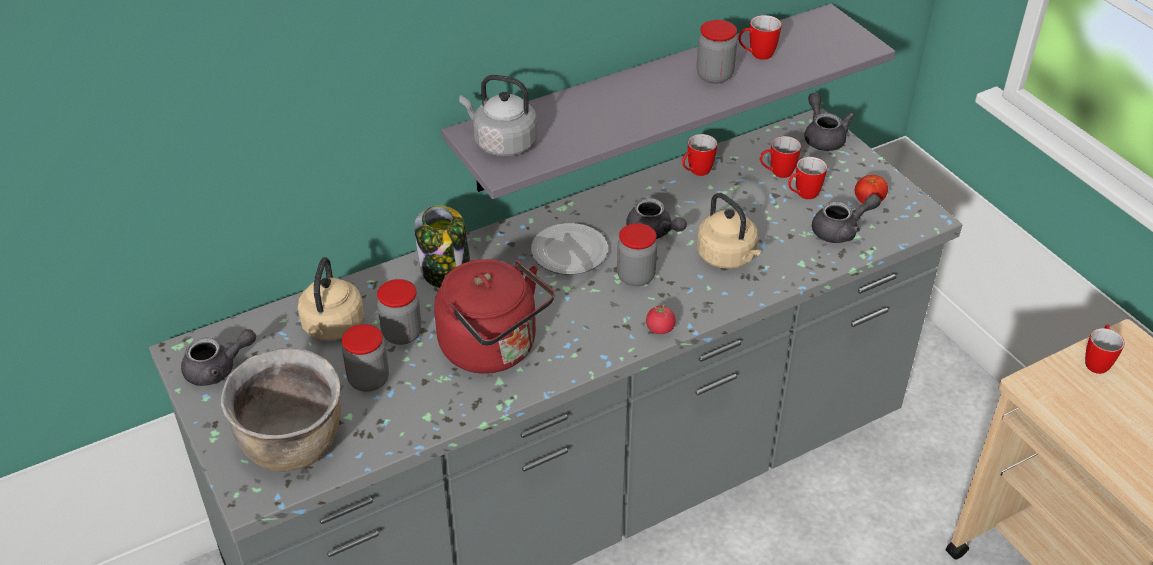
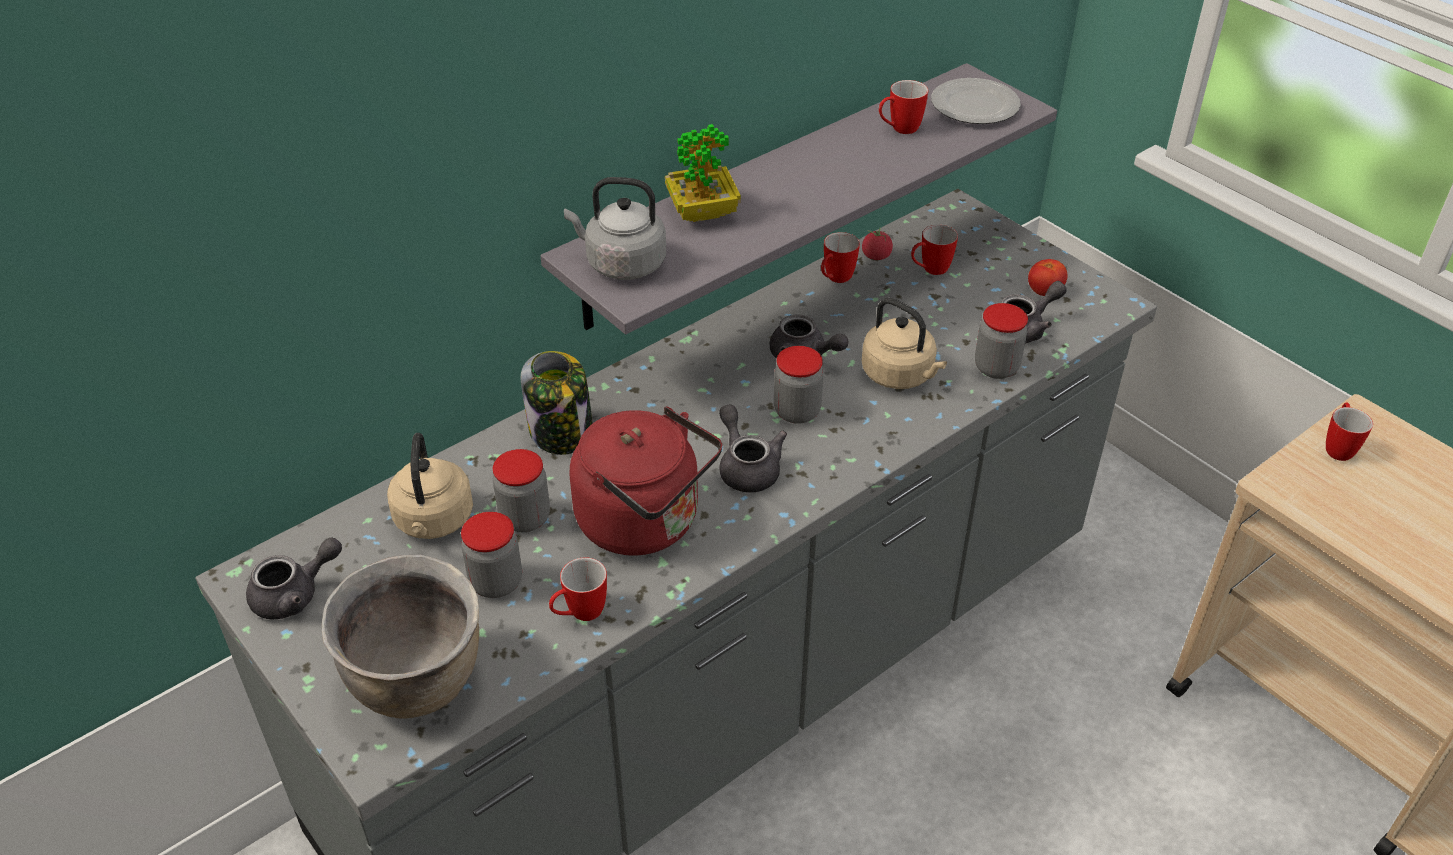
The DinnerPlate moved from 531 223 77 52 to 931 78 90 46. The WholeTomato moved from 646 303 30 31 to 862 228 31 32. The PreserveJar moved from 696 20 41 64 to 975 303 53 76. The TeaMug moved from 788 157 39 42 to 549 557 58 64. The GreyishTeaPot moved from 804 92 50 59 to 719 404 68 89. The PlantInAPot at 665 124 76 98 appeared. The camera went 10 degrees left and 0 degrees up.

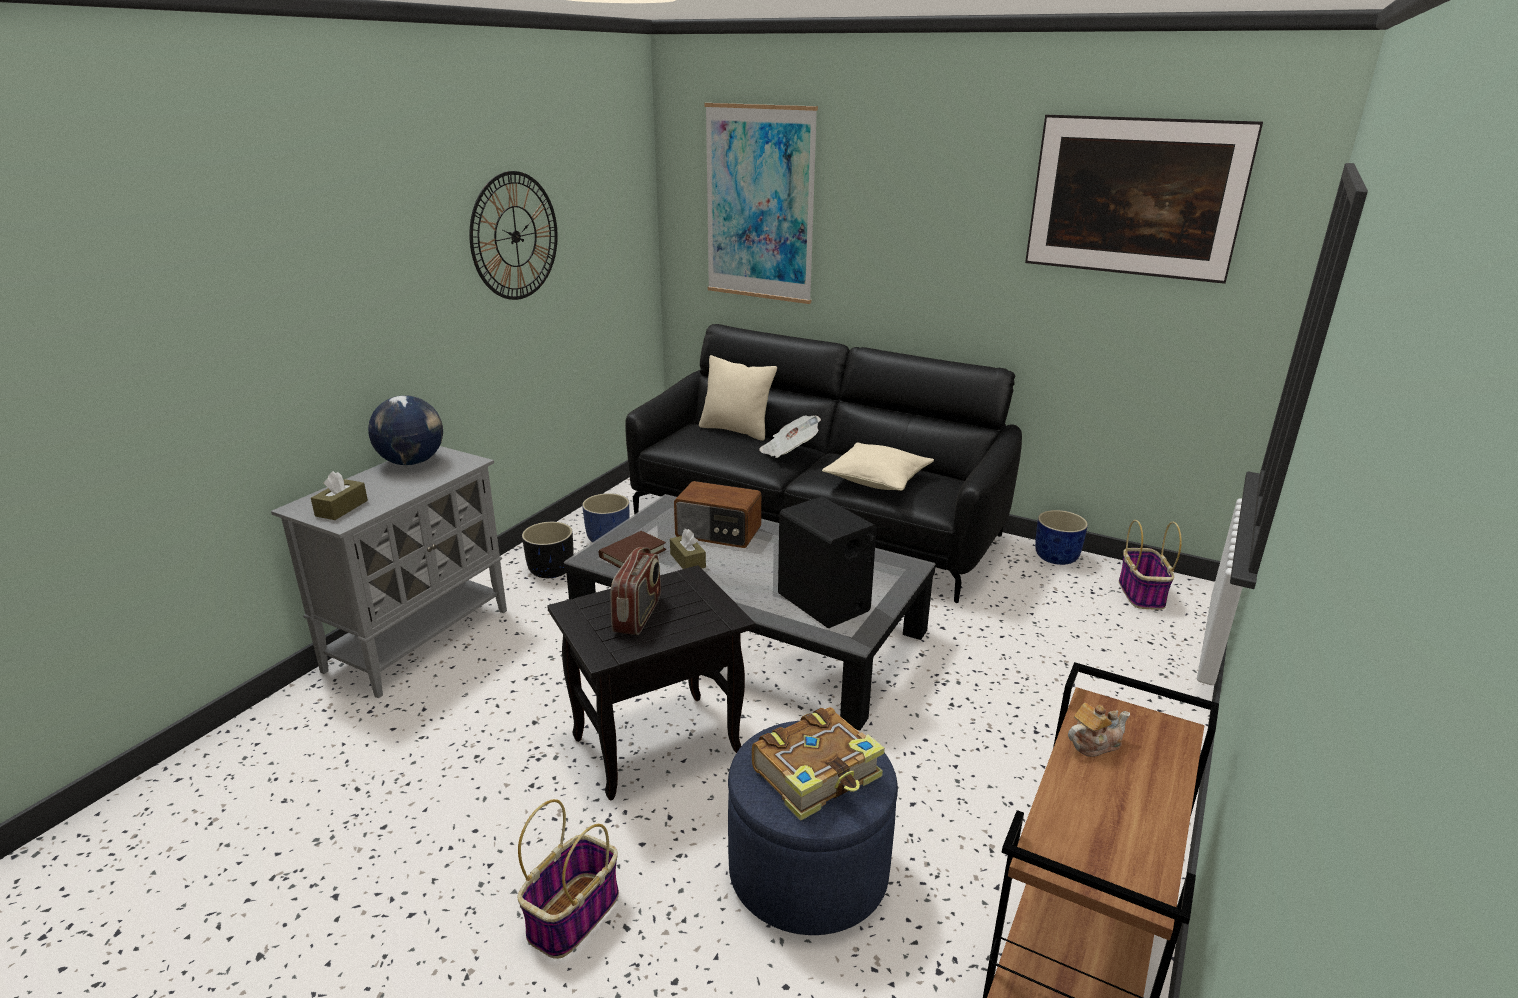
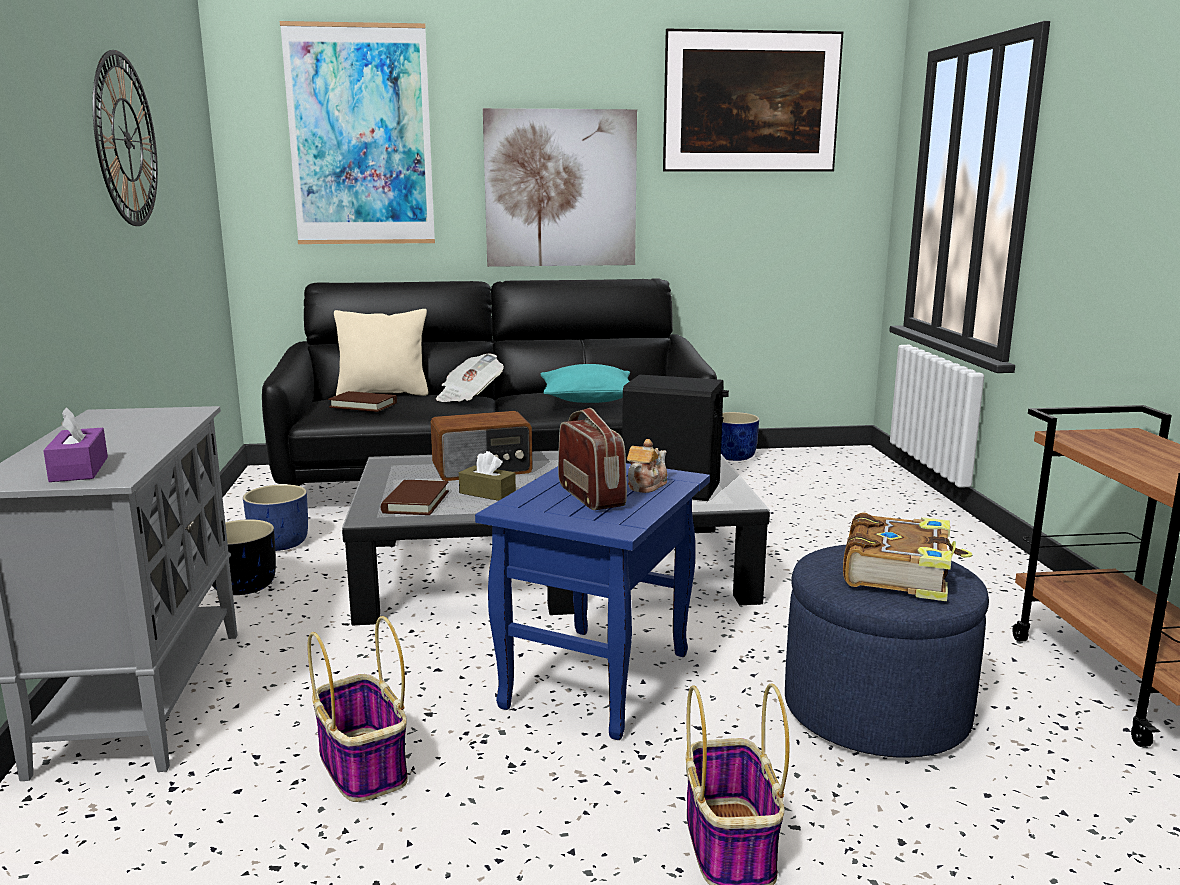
The BrownTissueHolder at 311 471 57 49 became the PurpleTissueHolder at 43 407 65 75. The DeskGlobe at 368 395 75 71 disappeared. The BlackColouredAccentTable at 547 565 208 235 became the BlueAccentTable at 475 463 235 277. The SandColouredThrowPillow at 822 442 112 49 became the TurquoiseThrowPillow at 541 364 89 39. The TeaPot moved from 1068 703 62 54 to 627 439 41 54. The Basket moved from 1119 520 63 90 to 308 616 100 186. The BrownBoundBook at 328 391 69 21 appeared. The Picture at 483 108 154 159 appeared. The camera went 35 degrees left and 10 degrees down.

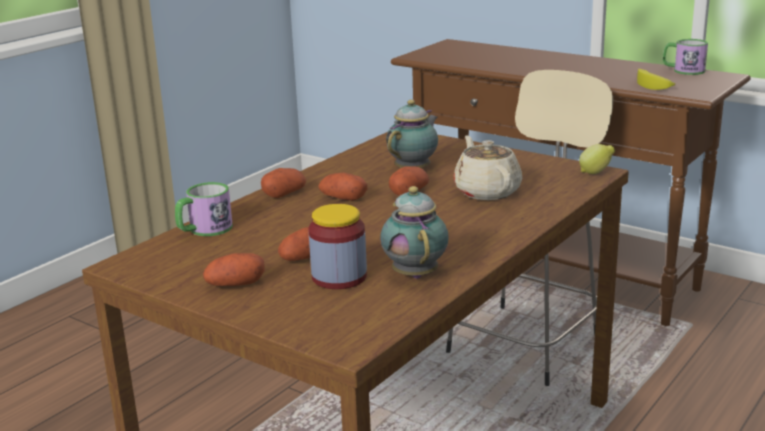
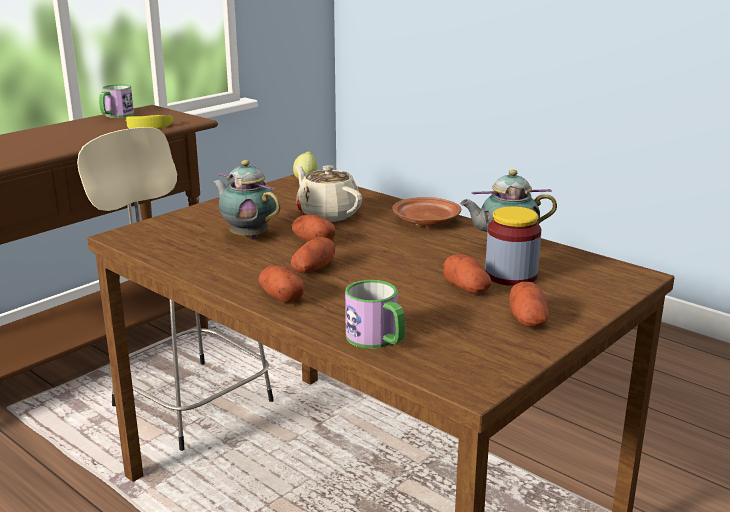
The SandColouredTeaPot at 453 135 69 65 turned 60 degrees clockwise. The BrownDinnerPlate at 393 197 68 30 appeared. The camera went 85 degrees left and 0 degrees up.

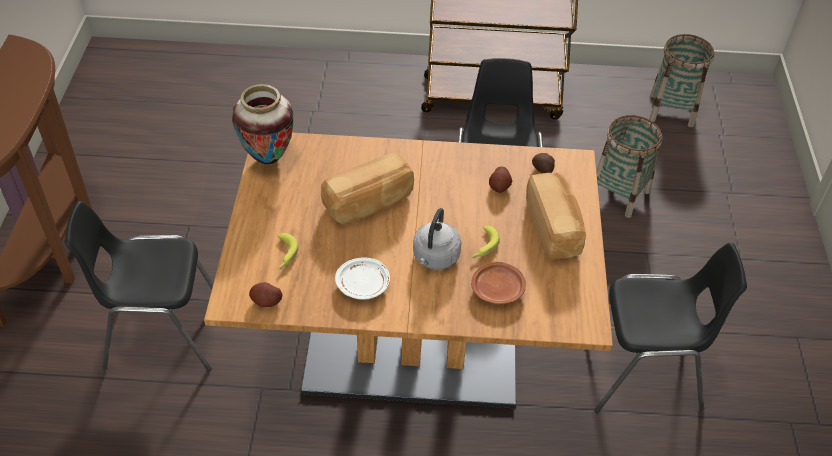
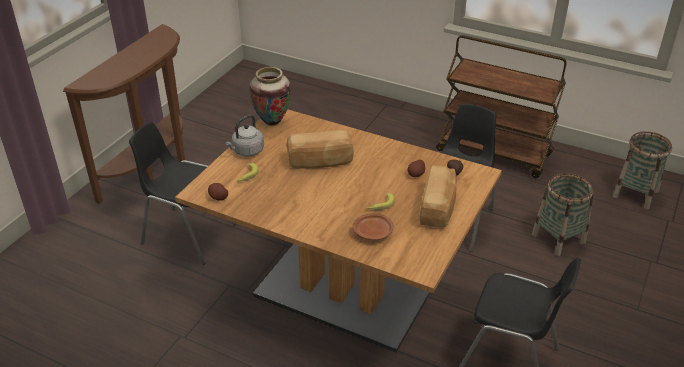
The WhitishDinnerPlate at 335 258 55 42 disappeared. The GreyishKettle moved from 413 208 48 62 to 225 115 39 41. The camera went 25 degrees right and 10 degrees down.

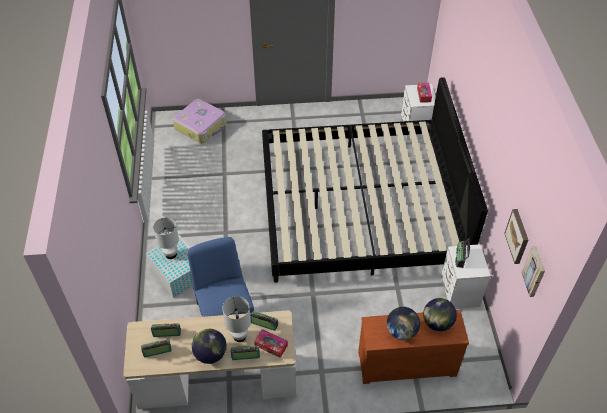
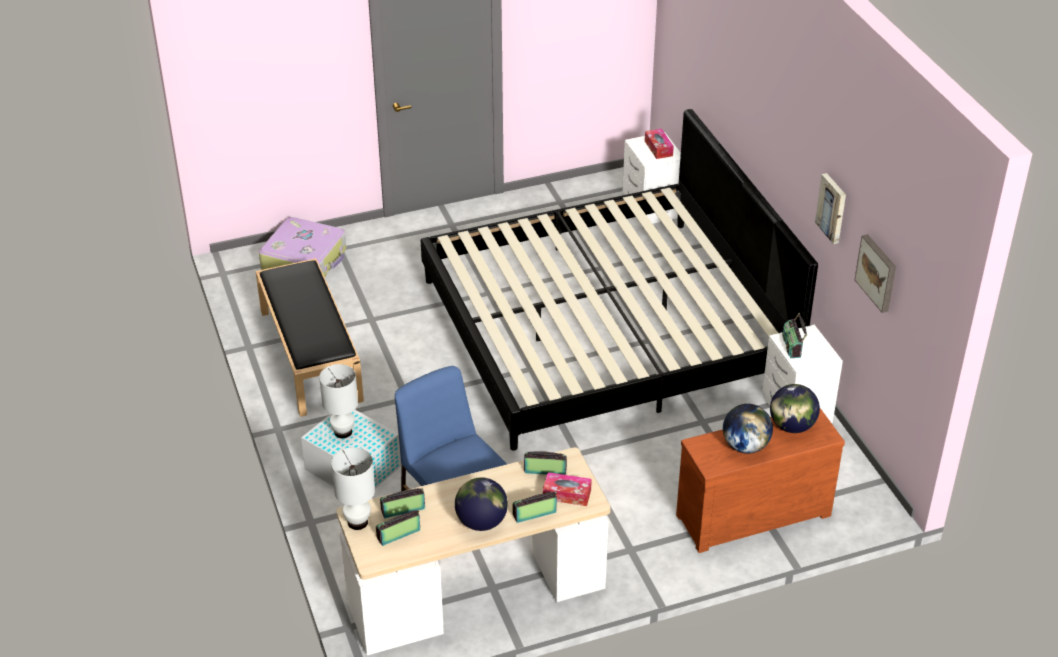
The WhitishTableLamp moved from 223 296 28 46 to 331 447 44 83. The Picture moved from 521 246 24 51 to 815 173 31 71. The BlackColouredBench at 256 258 108 159 appeared. The camera went 15 degrees left and 10 degrees down.

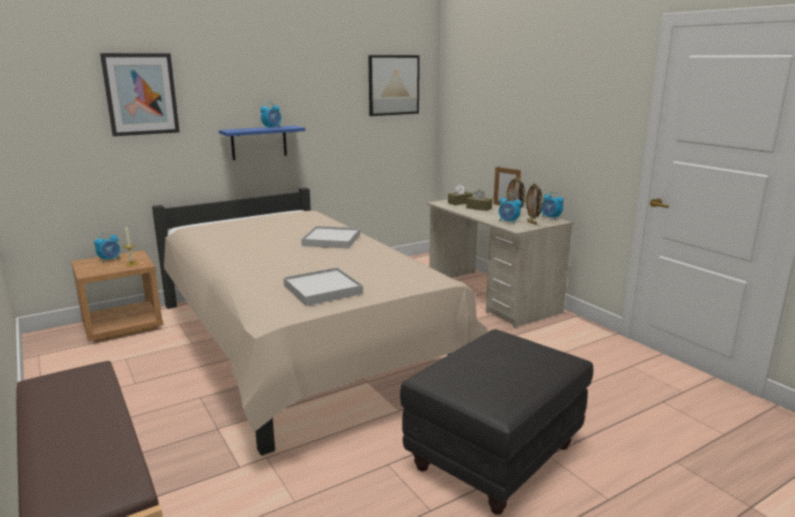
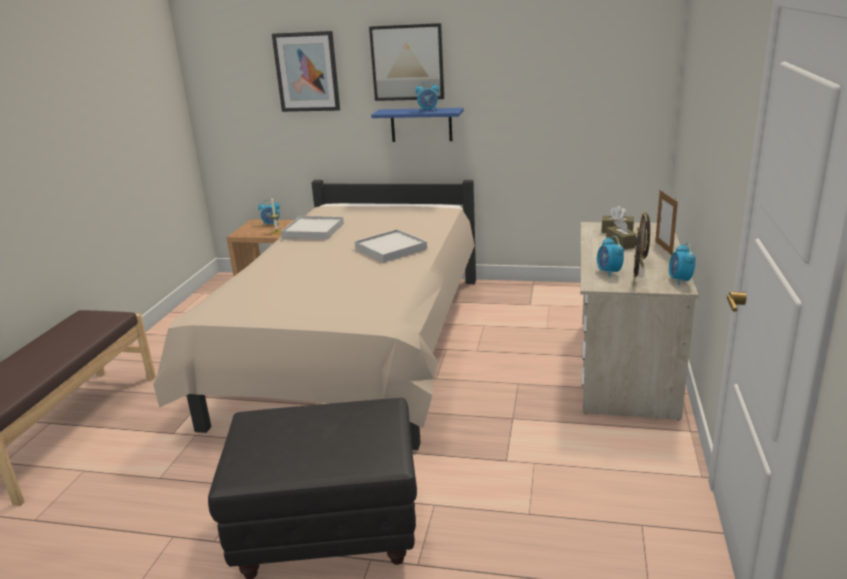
The WhitishServingTray moved from 283 267 80 39 to 281 216 63 24. The Picture moved from 368 55 52 61 to 369 23 75 78. The camera went 45 degrees right and 5 degrees up.

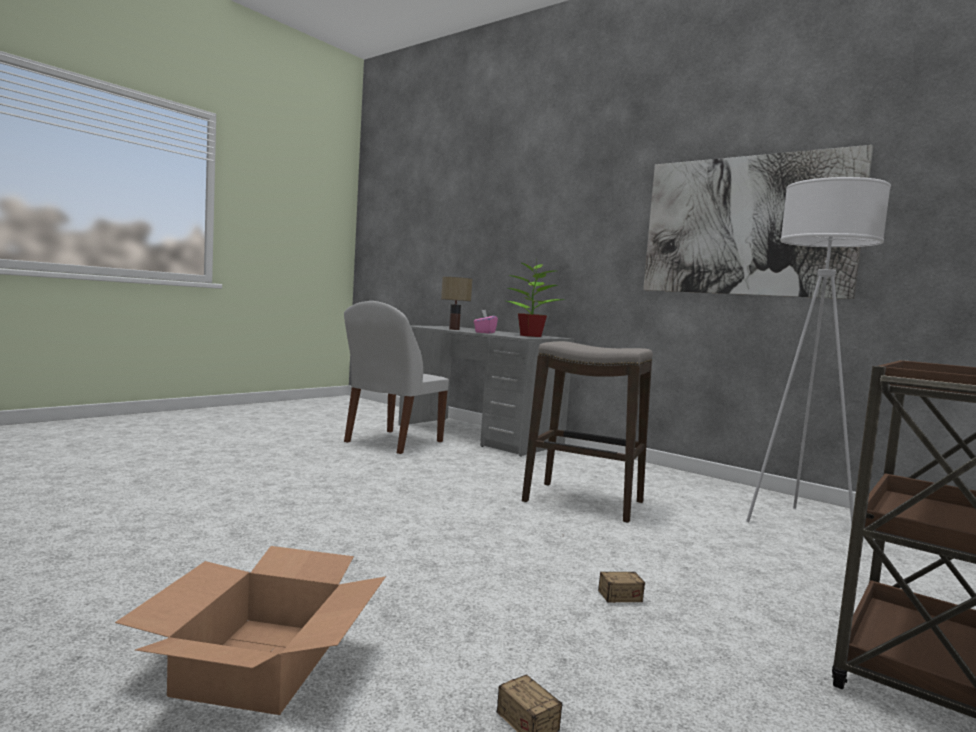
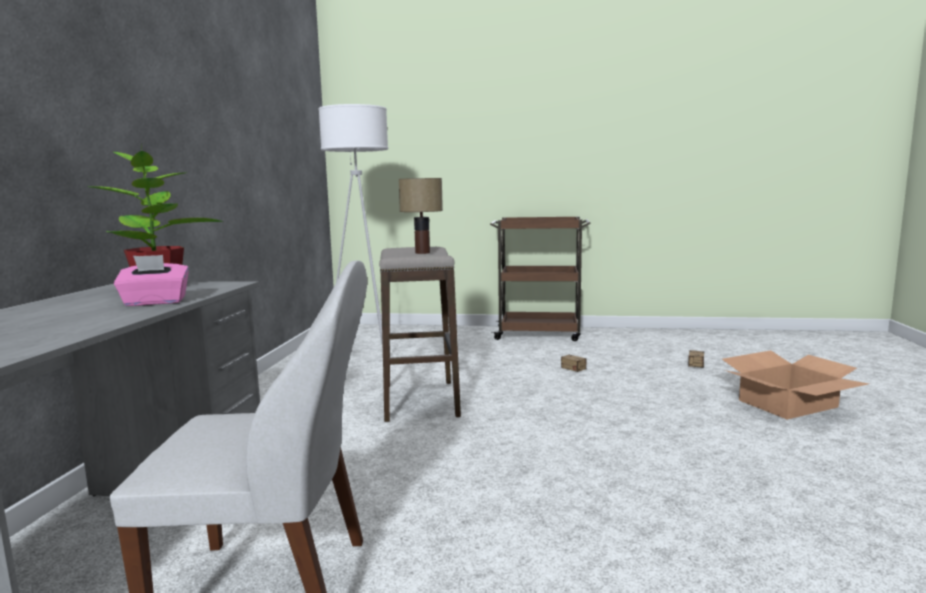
The TableLamp moved from 441 277 31 53 to 399 178 44 76. The Picture at 643 145 230 154 disappeared. The camera went 120 degrees left and 5 degrees up.

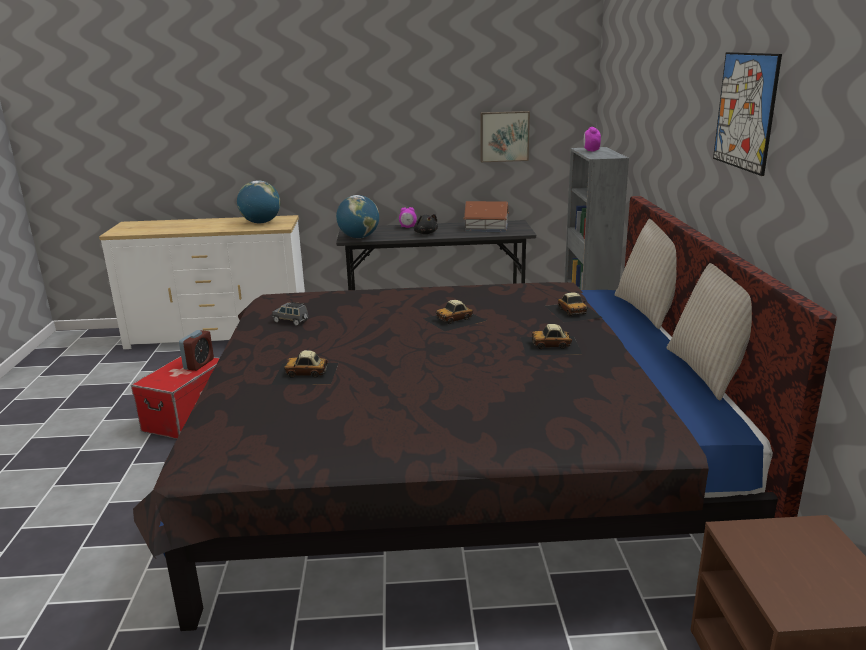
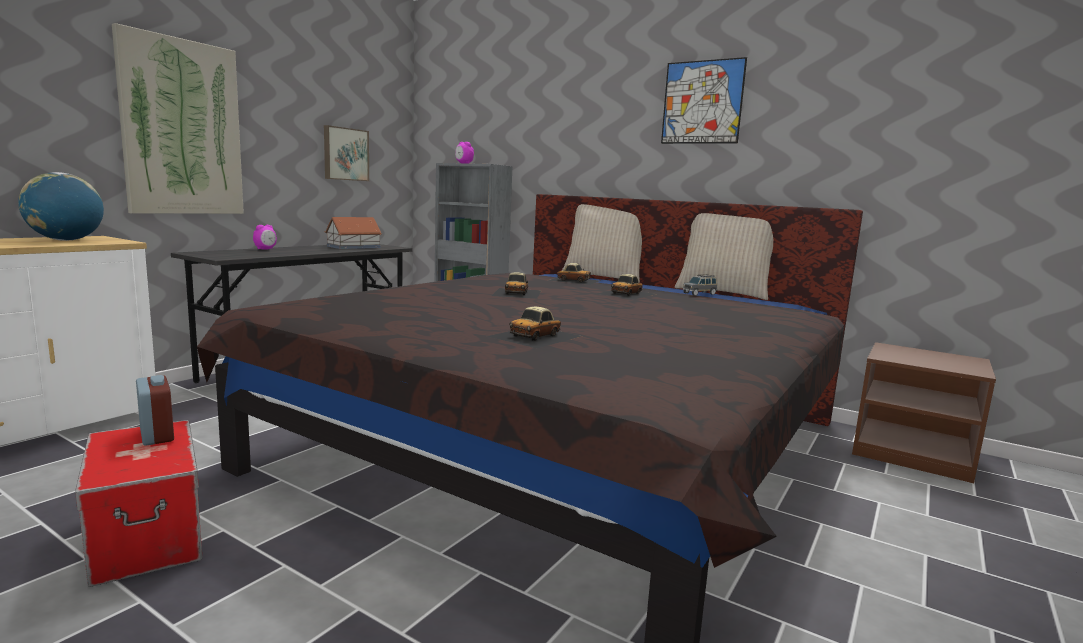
The GreyishToyCar moved from 272 302 36 24 to 683 274 34 22. The DeskGlobe at 336 195 43 43 disappeared. The BlackColouredSoftToy at 414 214 24 20 disappeared. The Picture at 112 23 132 191 appeared. The camera went 55 degrees left and 10 degrees down.

